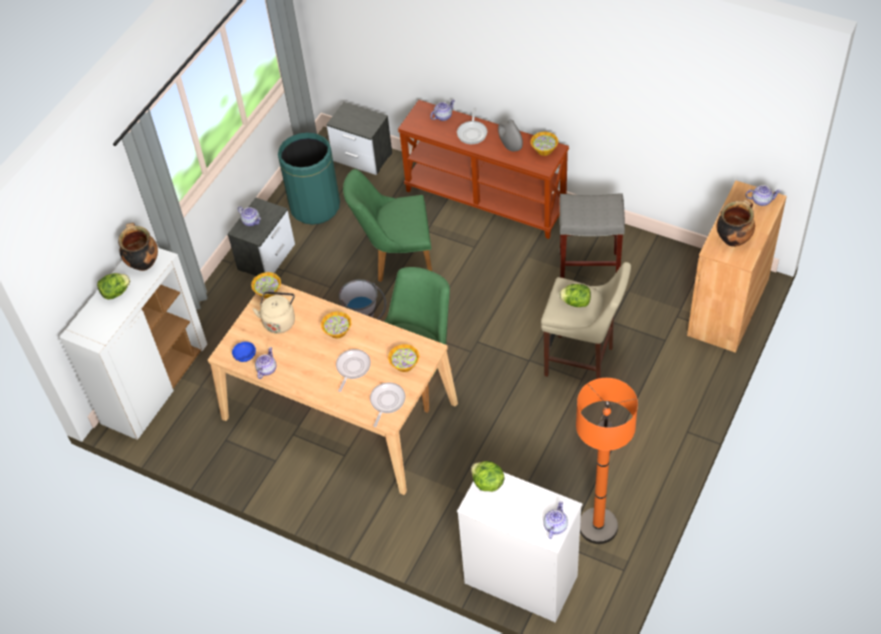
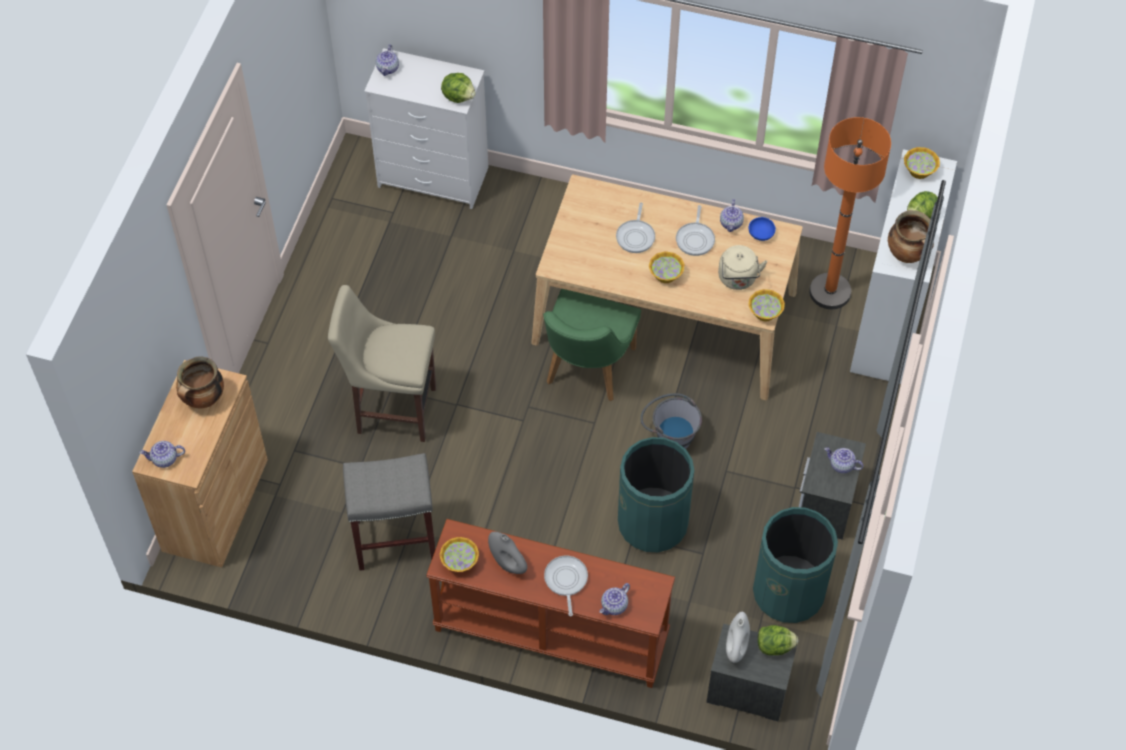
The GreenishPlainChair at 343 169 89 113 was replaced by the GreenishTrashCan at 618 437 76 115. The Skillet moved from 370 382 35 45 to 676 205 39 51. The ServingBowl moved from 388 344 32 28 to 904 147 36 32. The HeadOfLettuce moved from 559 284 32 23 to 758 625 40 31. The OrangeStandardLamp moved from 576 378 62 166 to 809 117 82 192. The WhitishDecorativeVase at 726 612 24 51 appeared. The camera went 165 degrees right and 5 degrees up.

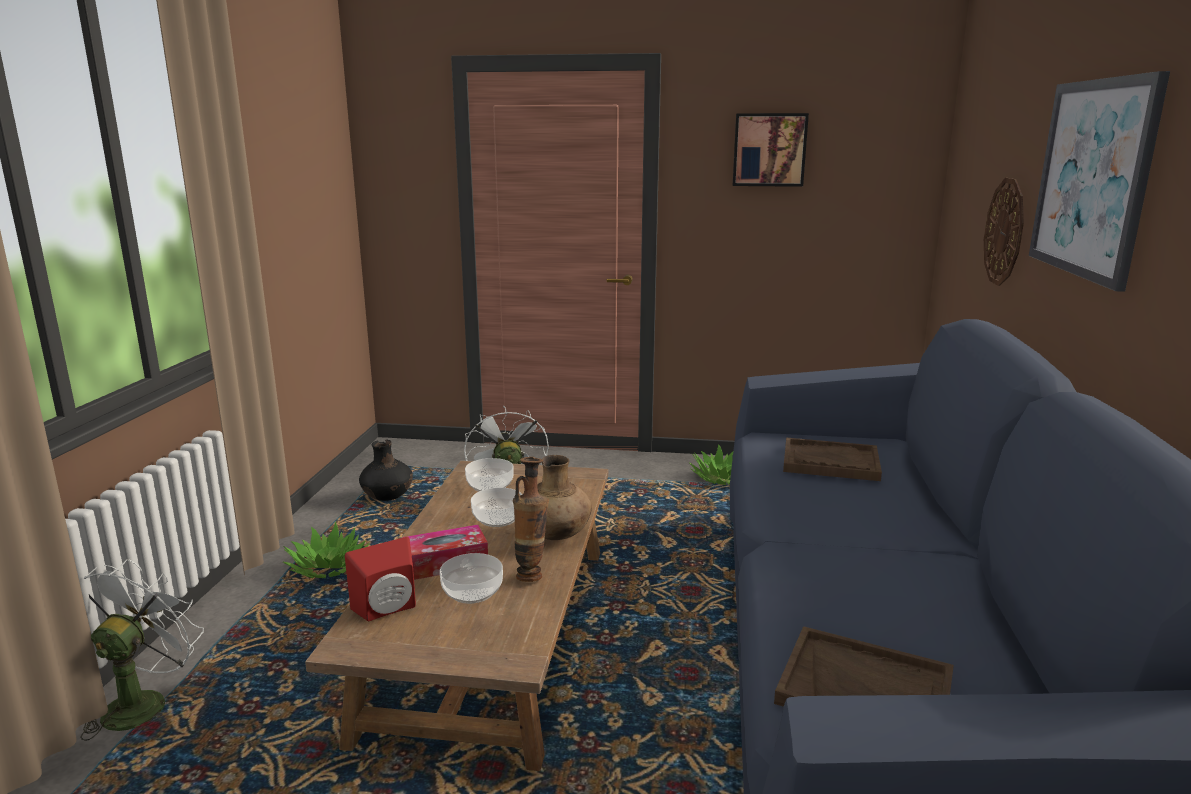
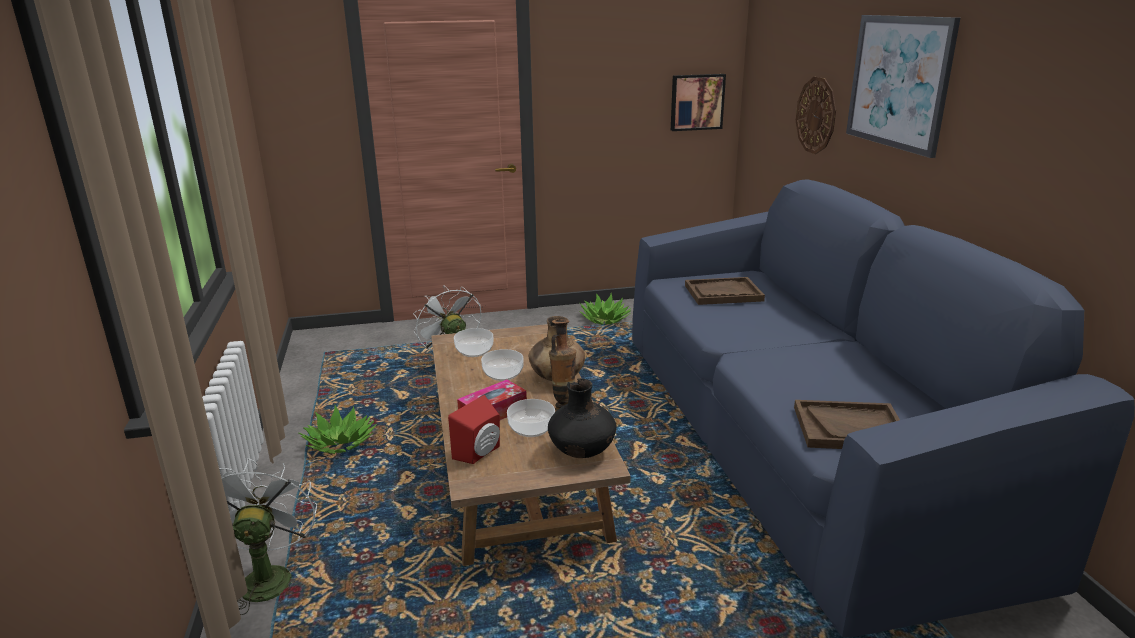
The BlackColouredDecorativeVase moved from 359 440 54 61 to 548 378 69 80. The Picture moved from 733 113 76 74 to 671 74 55 57. The camera went 20 degrees left and 5 degrees up.

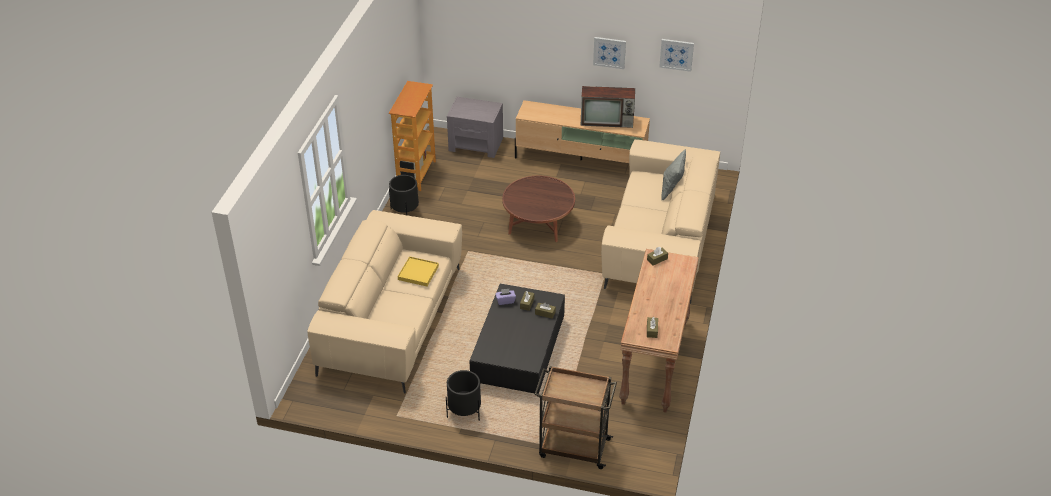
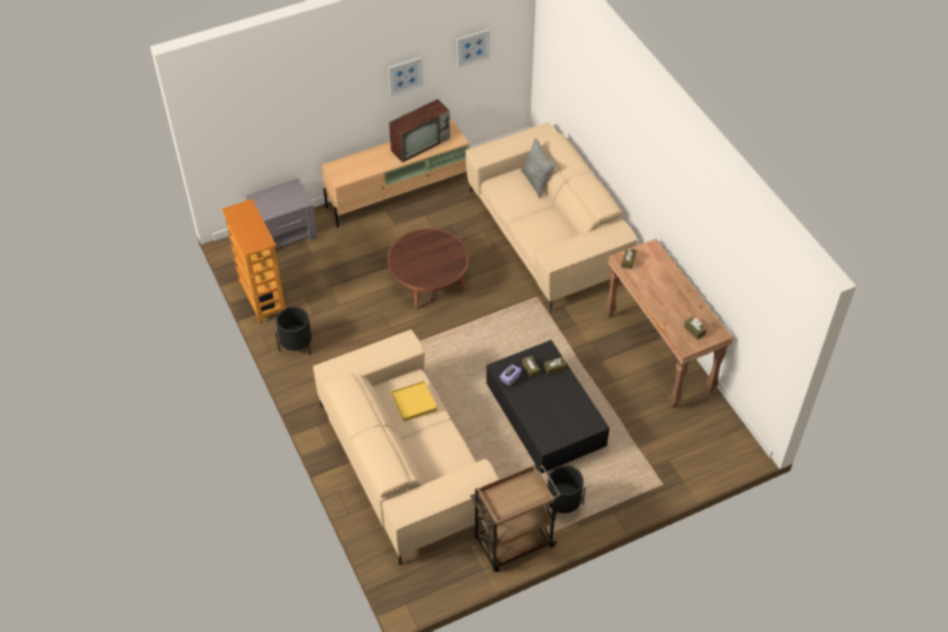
The BrownWheeledCart moved from 534 366 83 103 to 470 464 91 108. The camera went 40 degrees left and 10 degrees up.

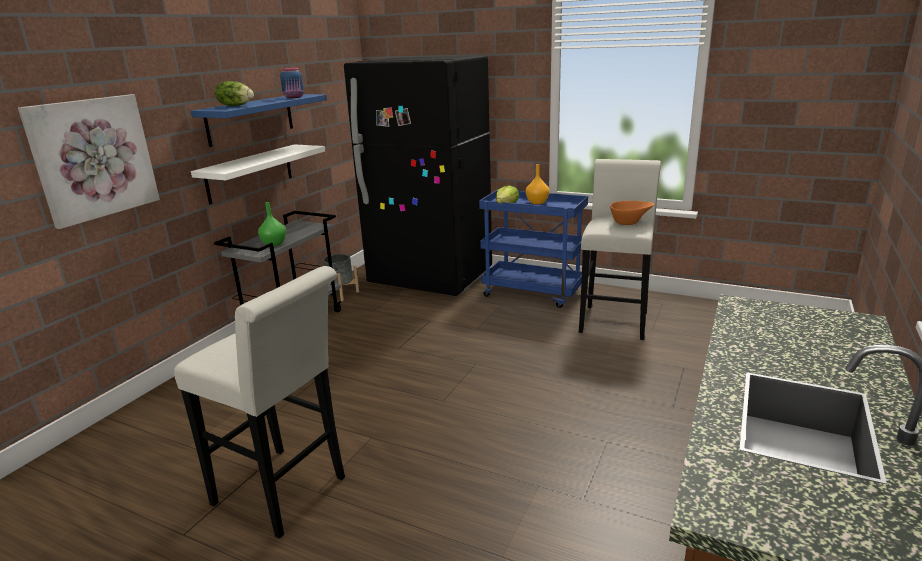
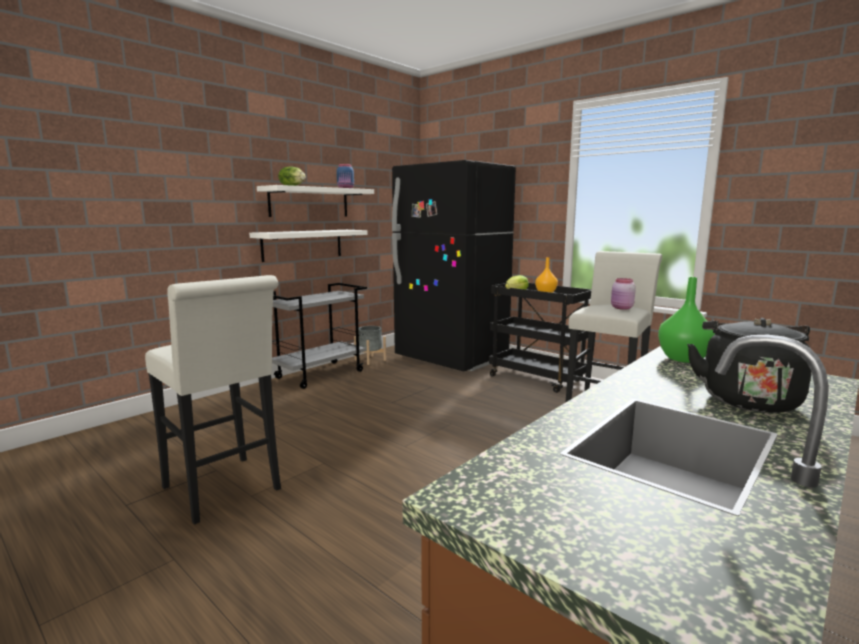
The Picture at 18 94 142 135 disappeared. The BlueBracketShelf at 191 94 136 53 became the WhitishBracketShelf at 257 185 117 32. The GreenishDecorativeVase moved from 258 202 28 45 to 658 277 57 86. The BlueWheeledCart at 479 189 109 119 became the BlackColouredWheeledCart at 489 283 103 110. The OrangeServingBowl at 610 201 44 24 was replaced by the PinkColouredPreserveJar at 611 278 25 32. The BlackColouredKettle at 687 318 125 95 appeared. The camera went 15 degrees right and 10 degrees down.

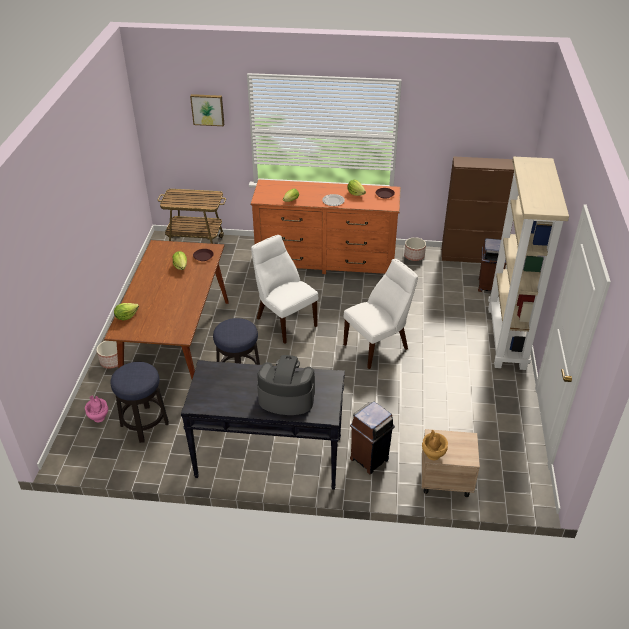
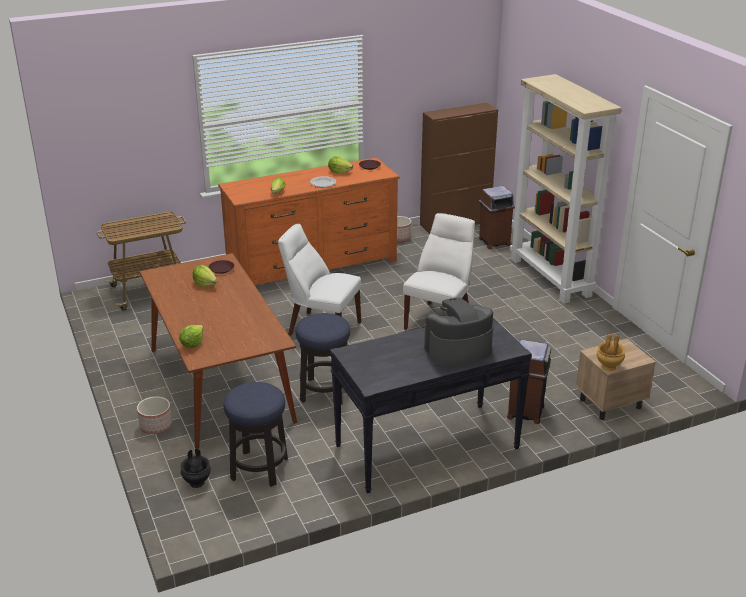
The PinkColouredDecorativeVase at 85 395 23 27 became the BlackColouredDecorativeVase at 180 449 31 39. The Picture at 190 94 34 32 disappeared. The camera went 30 degrees left and 10 degrees down.

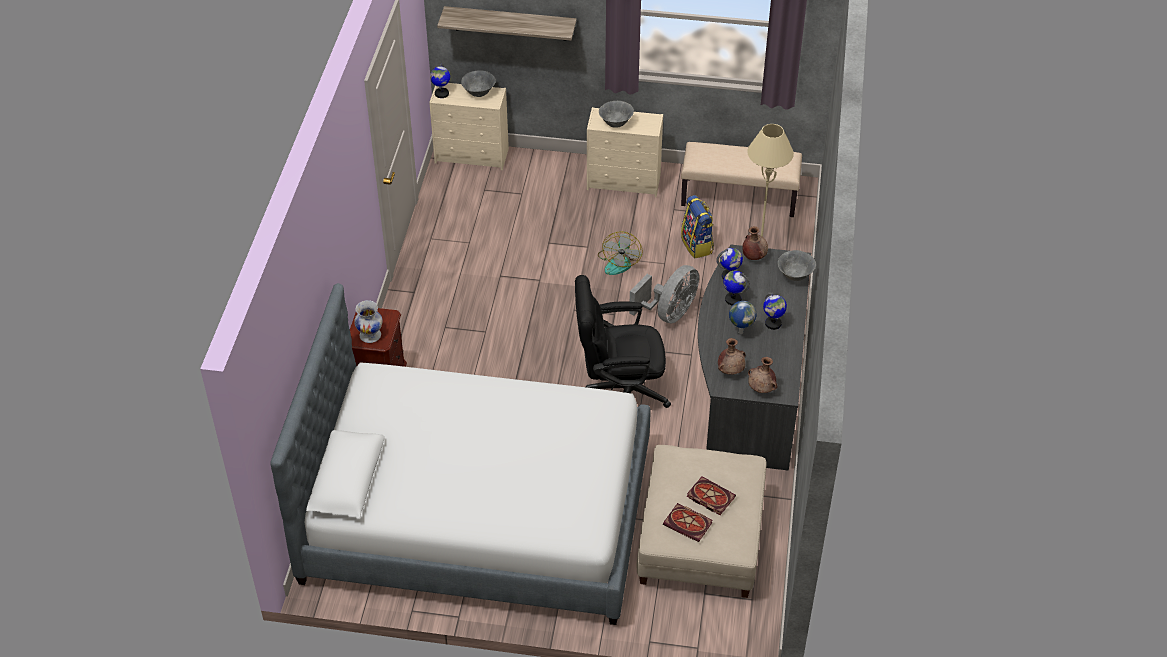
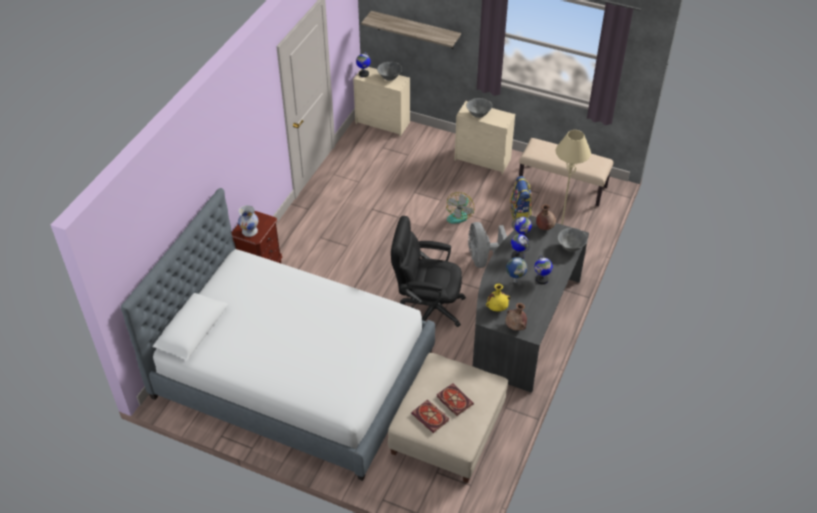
The GreyishCoolingFan at 629 265 70 59 turned 120 degrees clockwise. The BrownDecorativeVase at 718 338 27 37 became the YellowDecorativeVase at 486 284 24 28. The camera went 15 degrees right and 0 degrees up.

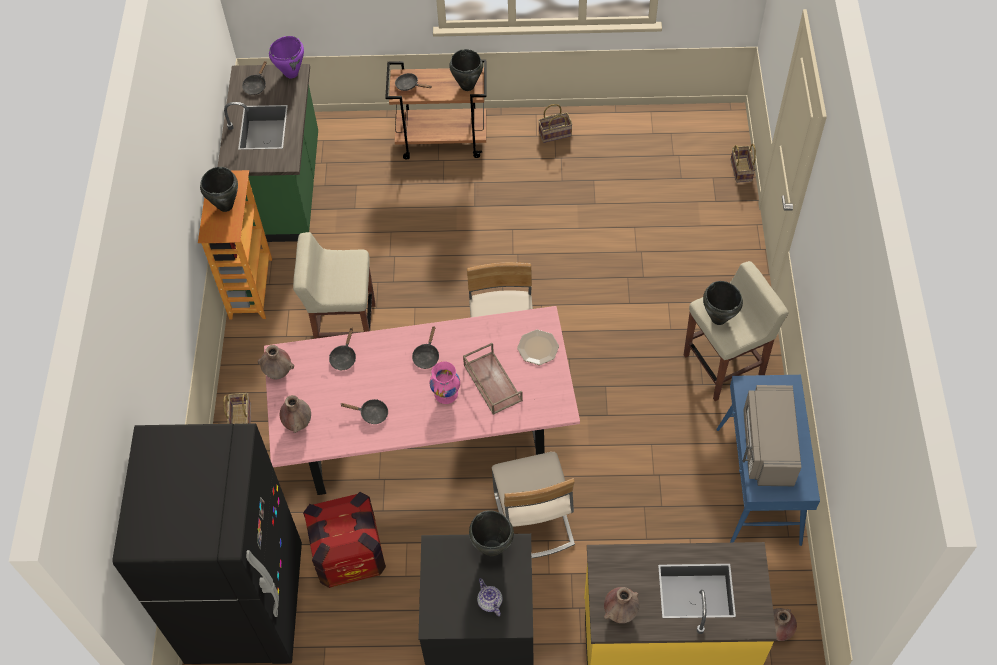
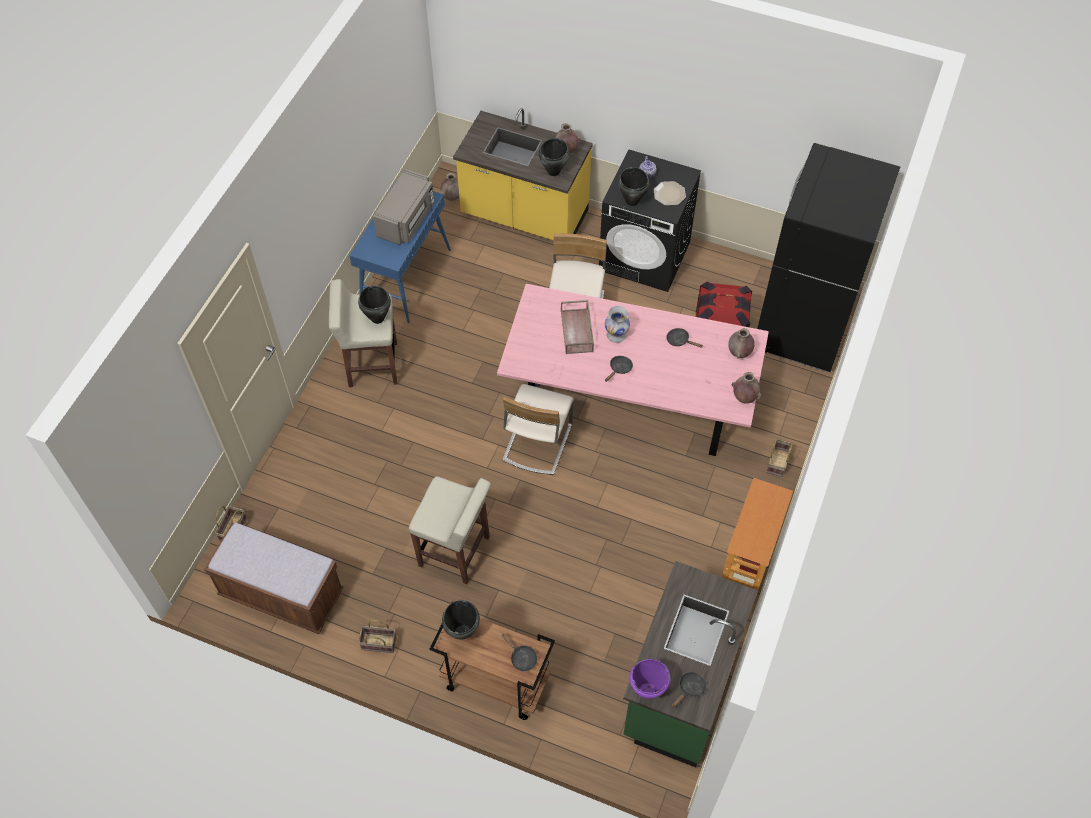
The BlackColouredStockpot moved from 200 167 38 45 to 539 138 30 38. The SandColouredStoolSeat moved from 293 232 83 107 to 409 476 82 108. The BlackColouredSkillet at 329 328 27 42 disappeared. The PinkColouredDecorativeVase at 430 361 30 43 became the WhitishDecorativeVase at 605 306 25 37. The DinnerPlate moved from 517 330 42 35 to 653 181 33 24. The BrownBench at 204 523 140 111 appeared. The camera went 160 degrees left and 0 degrees up.

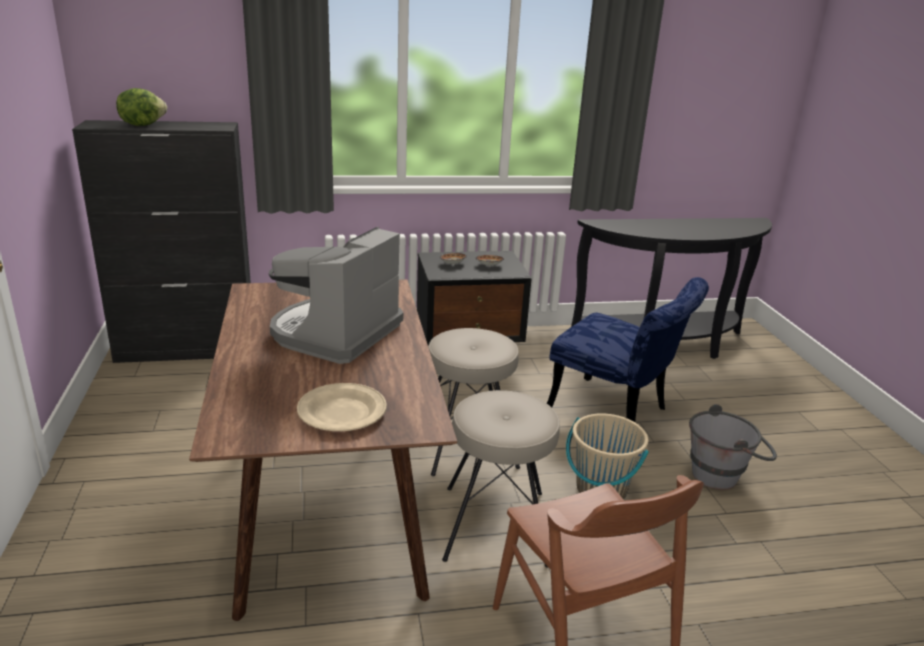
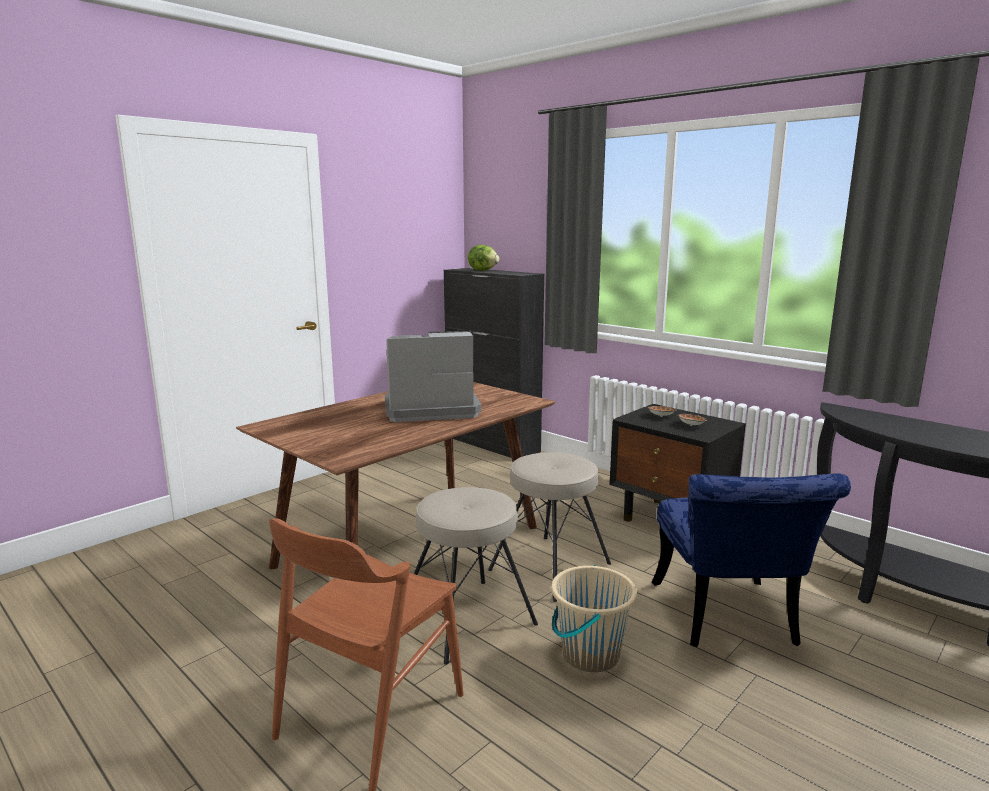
The SandColouredDinnerPlate at 297 383 90 48 disappeared. The GreyishPail at 689 404 88 86 disappeared. The camera went 55 degrees right and 10 degrees down.

